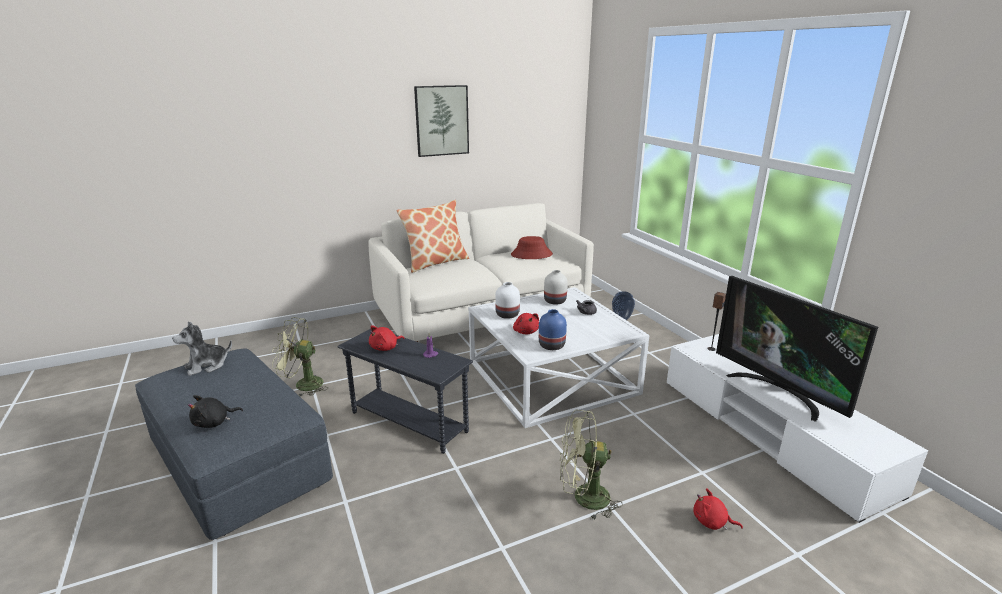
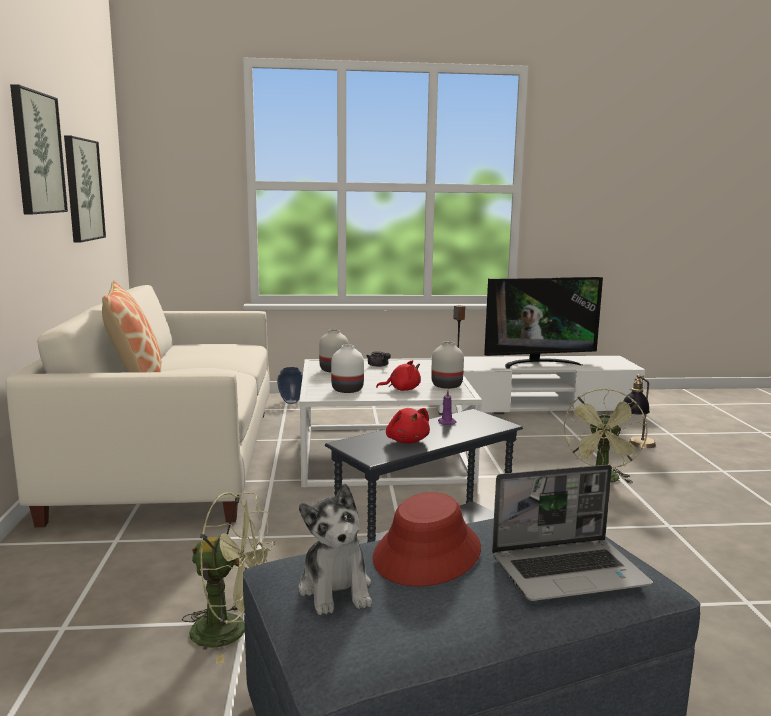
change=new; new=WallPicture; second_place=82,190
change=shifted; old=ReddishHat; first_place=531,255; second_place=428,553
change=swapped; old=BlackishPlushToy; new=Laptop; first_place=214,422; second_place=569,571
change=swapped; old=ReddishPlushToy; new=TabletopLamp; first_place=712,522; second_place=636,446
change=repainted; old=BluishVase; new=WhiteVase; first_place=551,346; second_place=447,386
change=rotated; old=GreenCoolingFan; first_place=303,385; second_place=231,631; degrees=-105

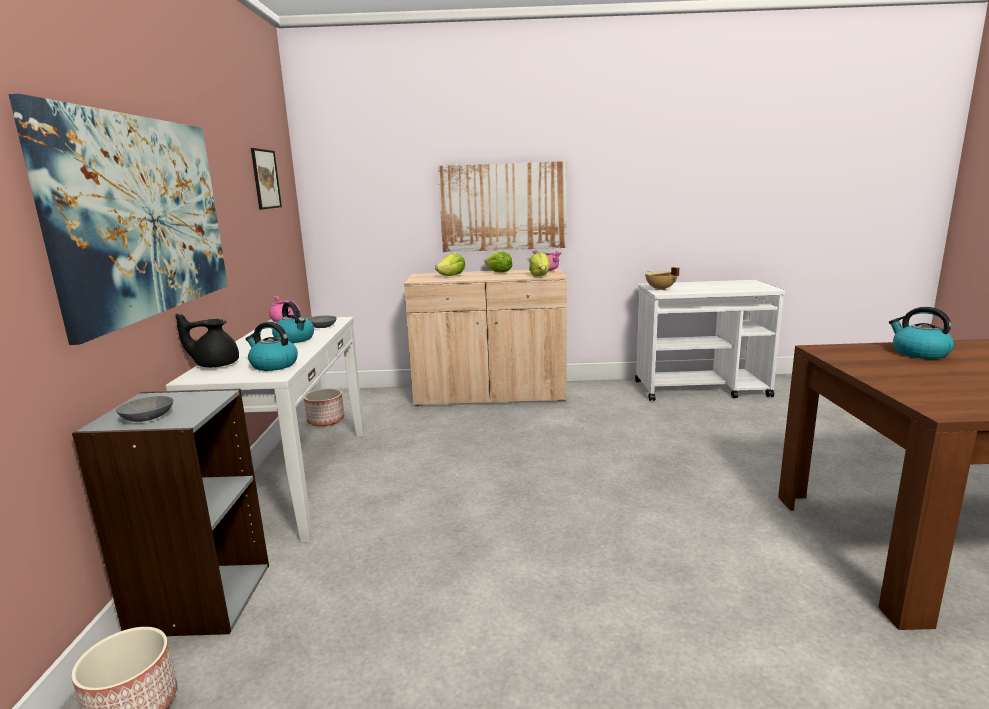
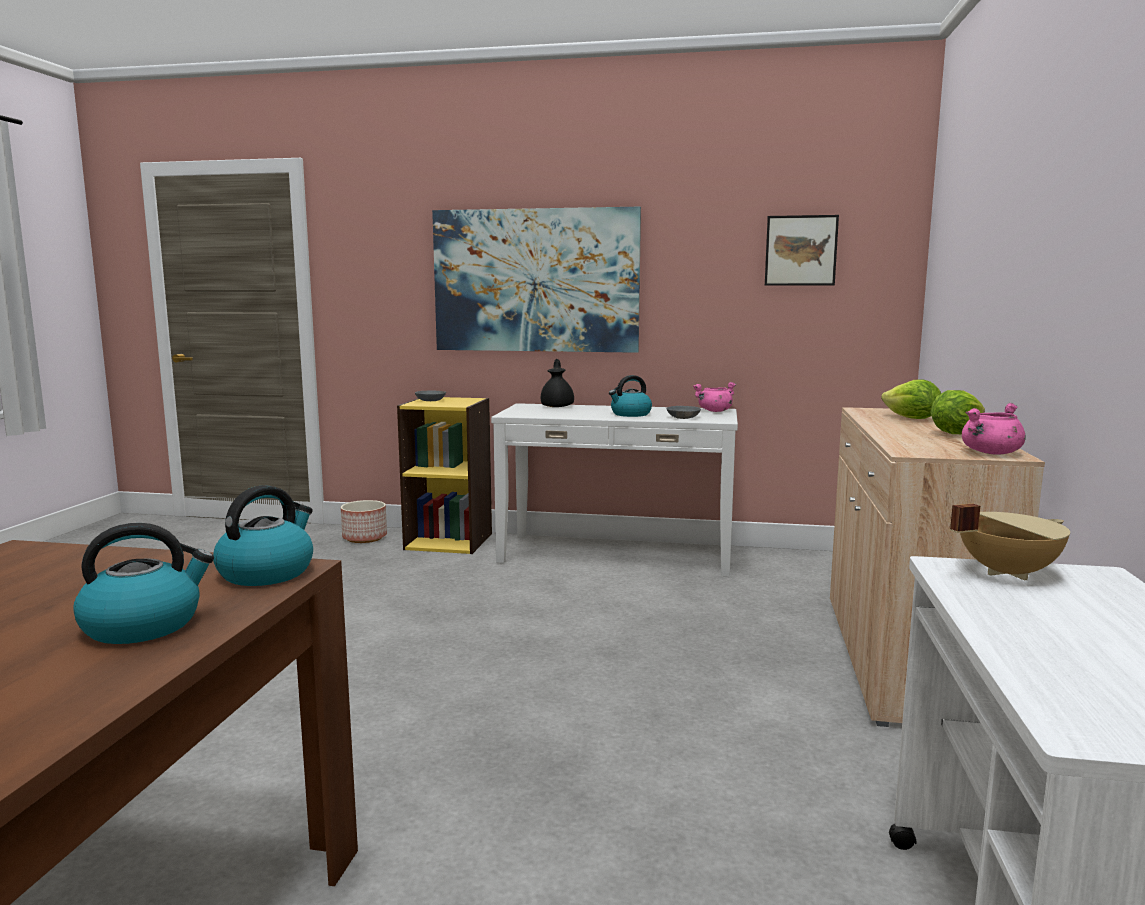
change=gone; old=FlowerPot; first_place=325,420
change=gone; old=WallPicture; first_place=503,207
change=gone; old=LettuceHead; first_place=540,276
change=shifted; old=WaterKettle; first_place=273,365; second_place=267,572
change=repainted; old=GrayBookshelf; new=YellowColouredBookshelf; first_place=200,598; second_place=449,541

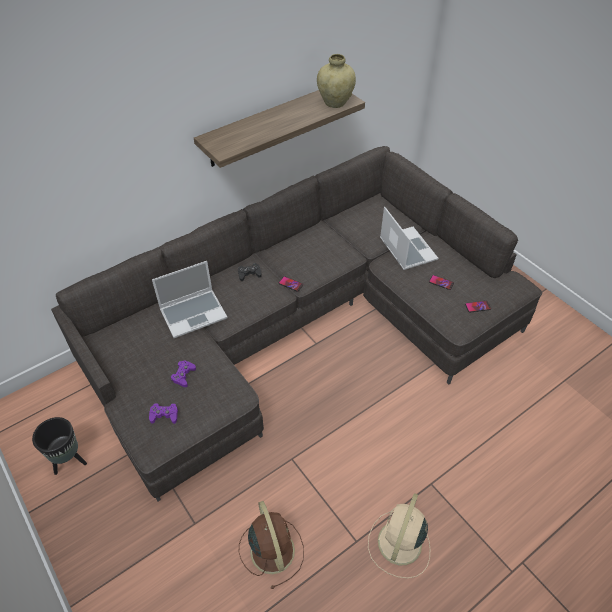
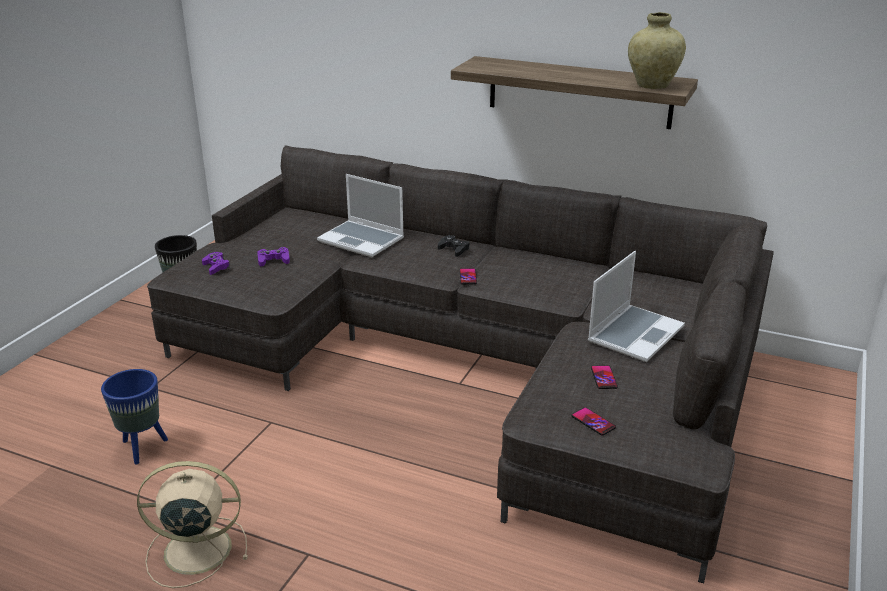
change=swapped; old=BrownColouredCoolingFan; new=BluishFlowerPot; first_place=271,549; second_place=142,448

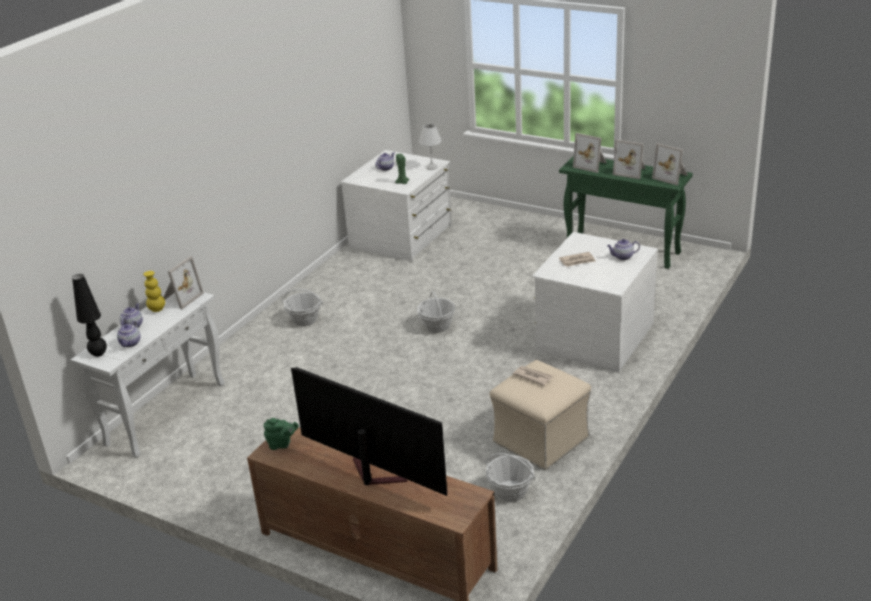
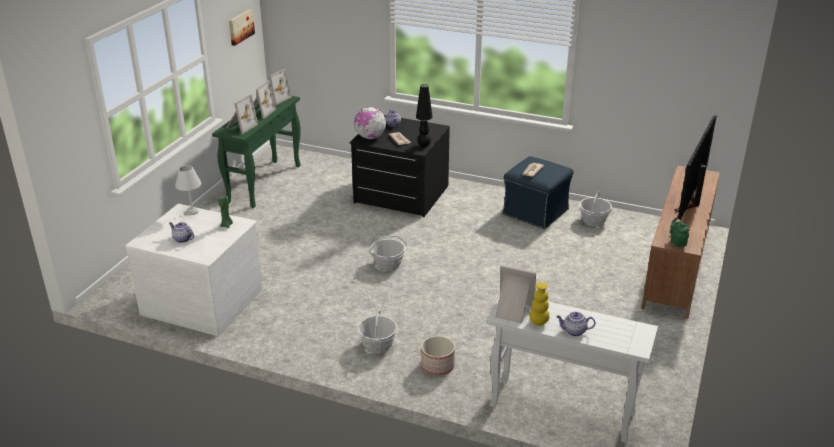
change=gone; old=Teapot; first_place=130,343
change=new; new=WallPicture; second_place=240,26
change=new; new=WorldGlobe; second_place=370,137
change=new; new=FlowerPot; second_place=437,366
change=shifted; old=BlackishTabletopLamp; first_place=99,354; second_place=423,145
change=repainted; old=BeigeColouredOttoman; new=BluishOttoman; first_place=540,440; second_place=536,212
change=repainted; old=WhiteDresser; new=BlackishDresser; first_place=593,336; second_place=401,195

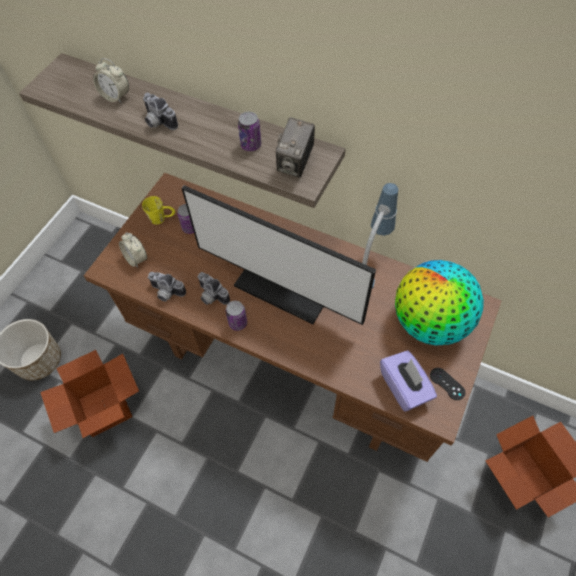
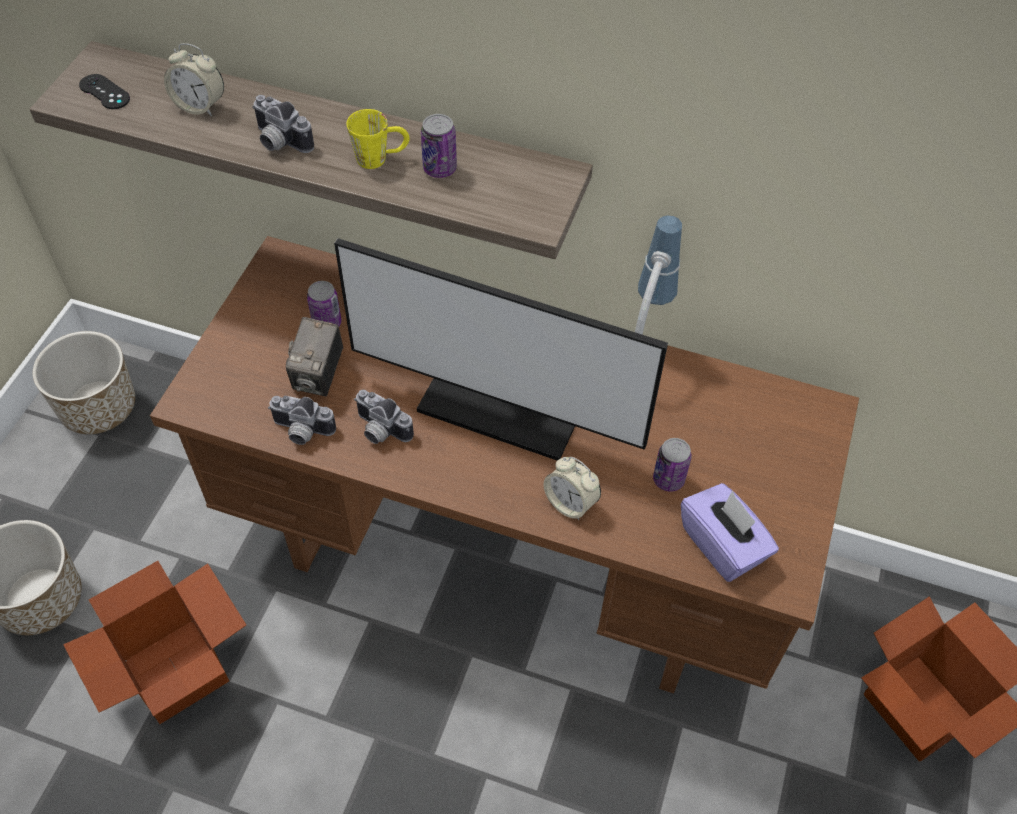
change=gone; old=WorldGlobe; first_place=429,322
change=new; new=FlowerPot; second_place=99,407
change=shifted; old=AlarmClock; first_place=136,259; second_place=570,503
change=shifted; old=YellowColouredTeaMug; first_place=162,218; second_place=381,158
change=shifted; old=SealedCan; first_place=238,323; second_place=668,479
change=shifted; old=StillCamera; first_place=295,163; second_place=319,376
change=shifted; old=BlackishJoypad; first_place=447,384; second_place=104,92

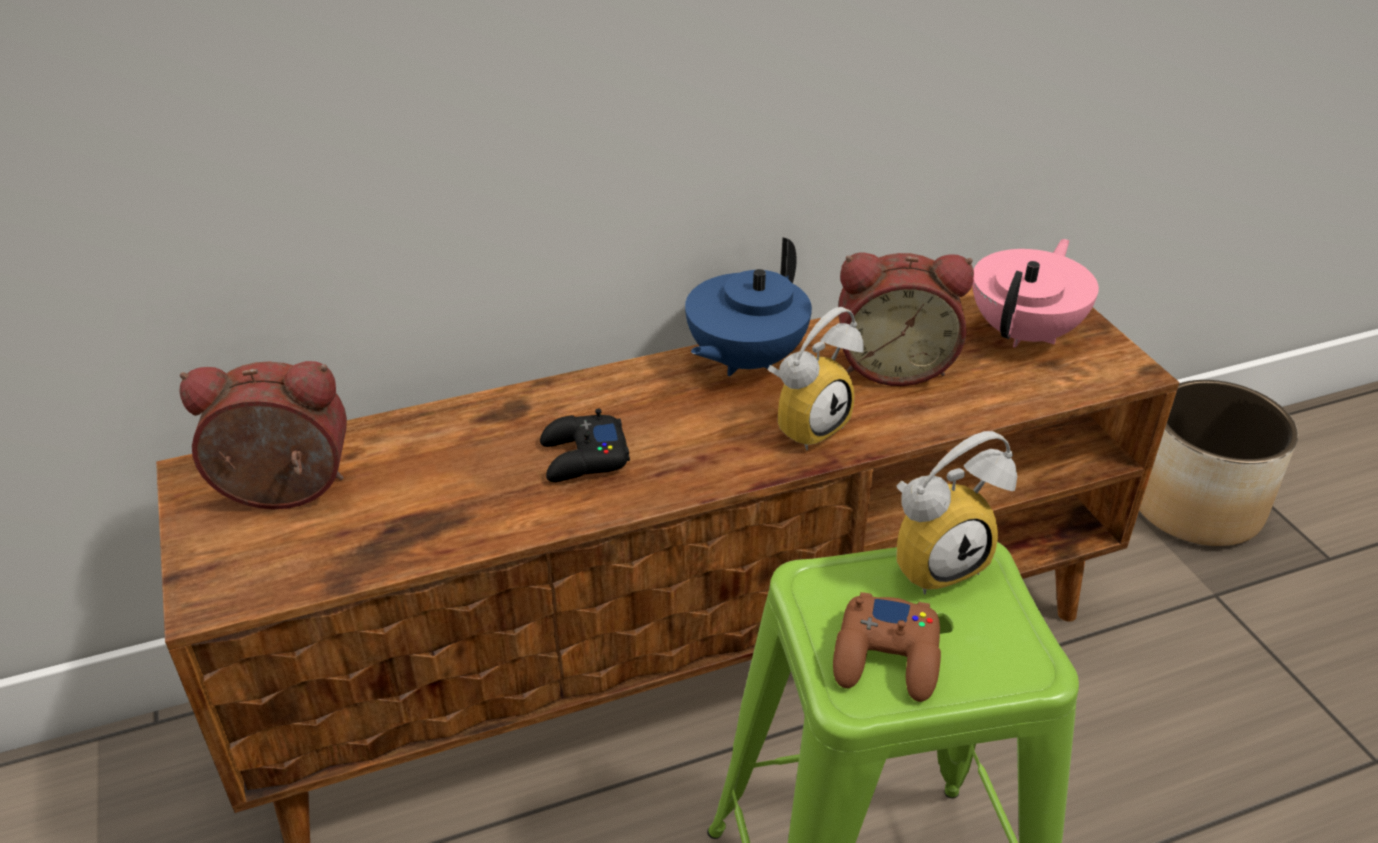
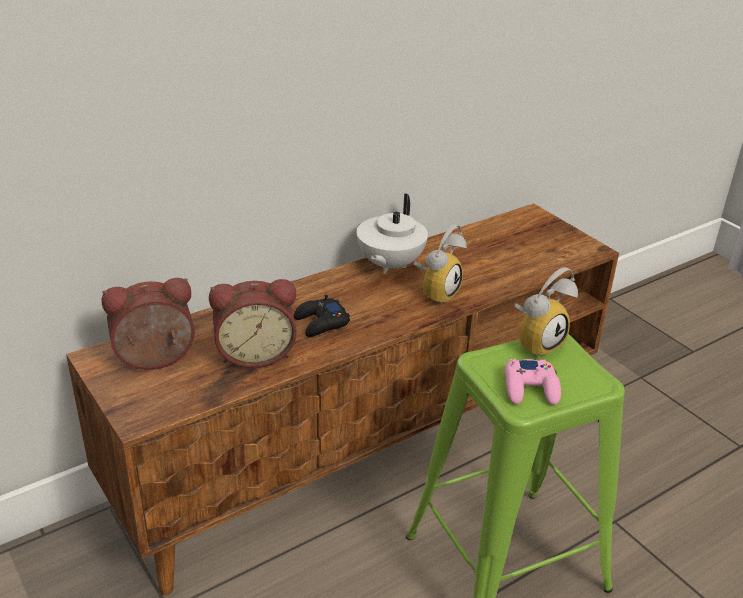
change=gone; old=PinkishTeapot; first_place=1026,333
change=gone; old=FlowerPot; first_place=1194,507
change=shifted; old=AlarmClock; first_place=893,365; second_place=255,353
change=repainted; old=BluishTeapot; new=WhiteTeapot; first_place=744,360; second_place=389,265
change=repainted; old=BrownColouredJoypad; new=PinkishJoypad; first_place=887,657; second_place=531,388

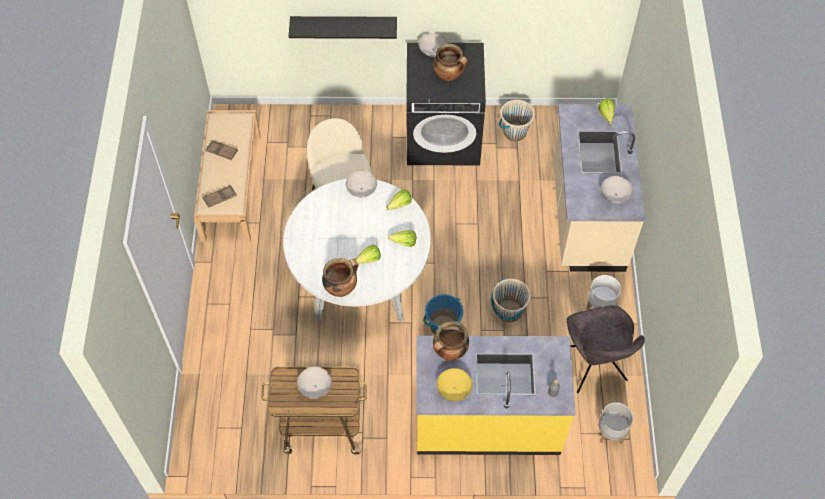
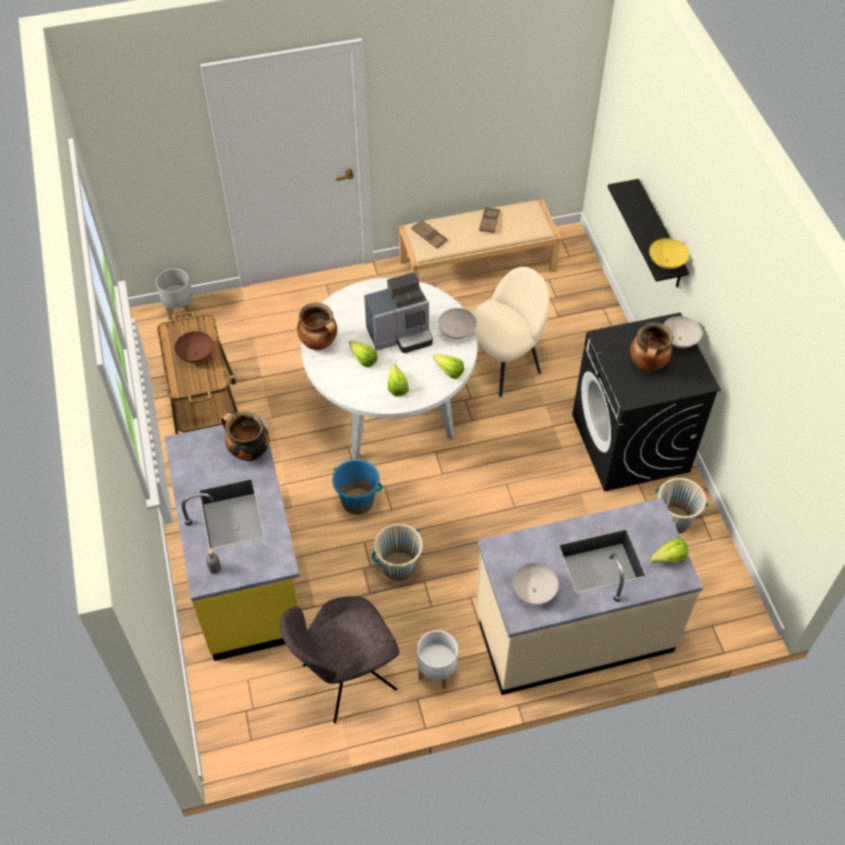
change=new; new=CoffeeMaker; second_place=401,335
change=shifted; old=YellowColouredDeepDish; first_place=453,390; second_place=666,262
change=shifted; old=GrayFlowerPot; first_place=611,433; second_place=179,310
change=repainted; old=WhiteDeepDish; new=BrownColouredDeepDish; first_place=314,387; second_place=196,354

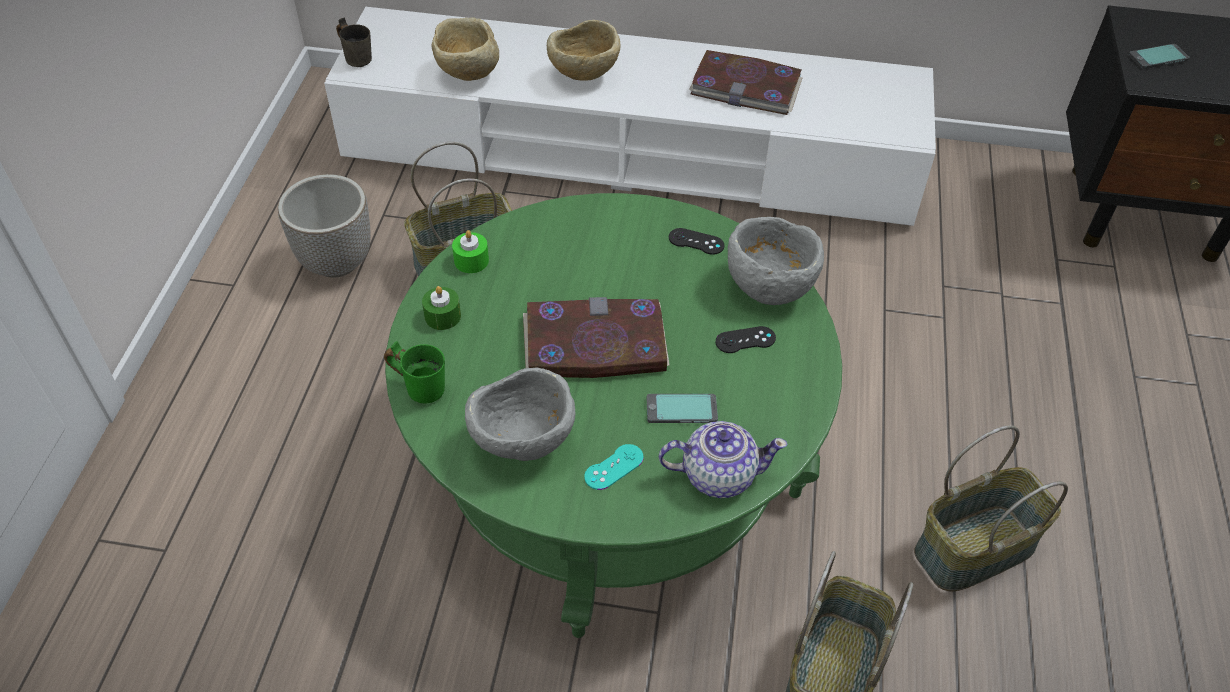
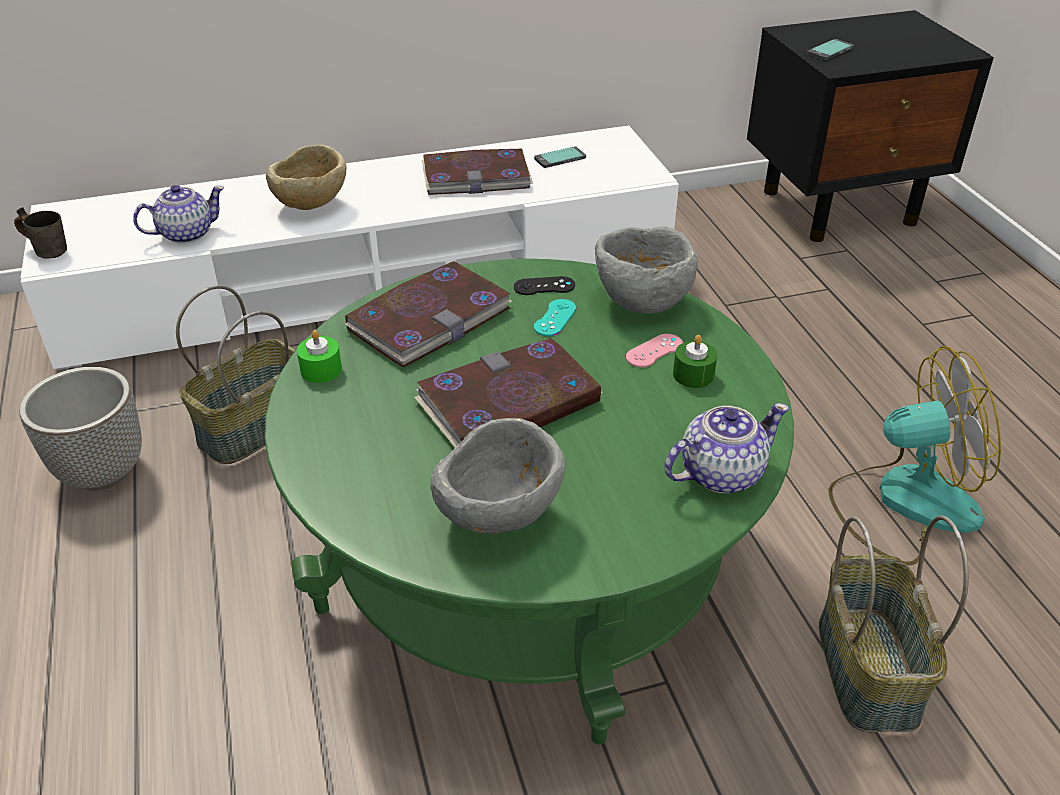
change=gone; old=GreenTeaMug; first_place=421,384
change=new; new=Volume; second_place=429,318
change=shifted; old=GreenWaxLight; first_place=442,316; second_place=693,375
change=shifted; old=TurquoiseColouredJoypad; first_place=614,467; second_place=555,318
change=shifted; old=Telephone; first_place=681,410; second_place=560,158
change=swapped; old=BeigeColouredDeepDish; new=Teapot; first_place=467,74; second_place=186,234
change=swapped; old=StorageBasket; new=CoolingFan; first_place=974,547; second_place=903,502
change=repainted; old=BlackishJoypad; new=PinkishJoypad; first_place=745,340; second_place=654,351

